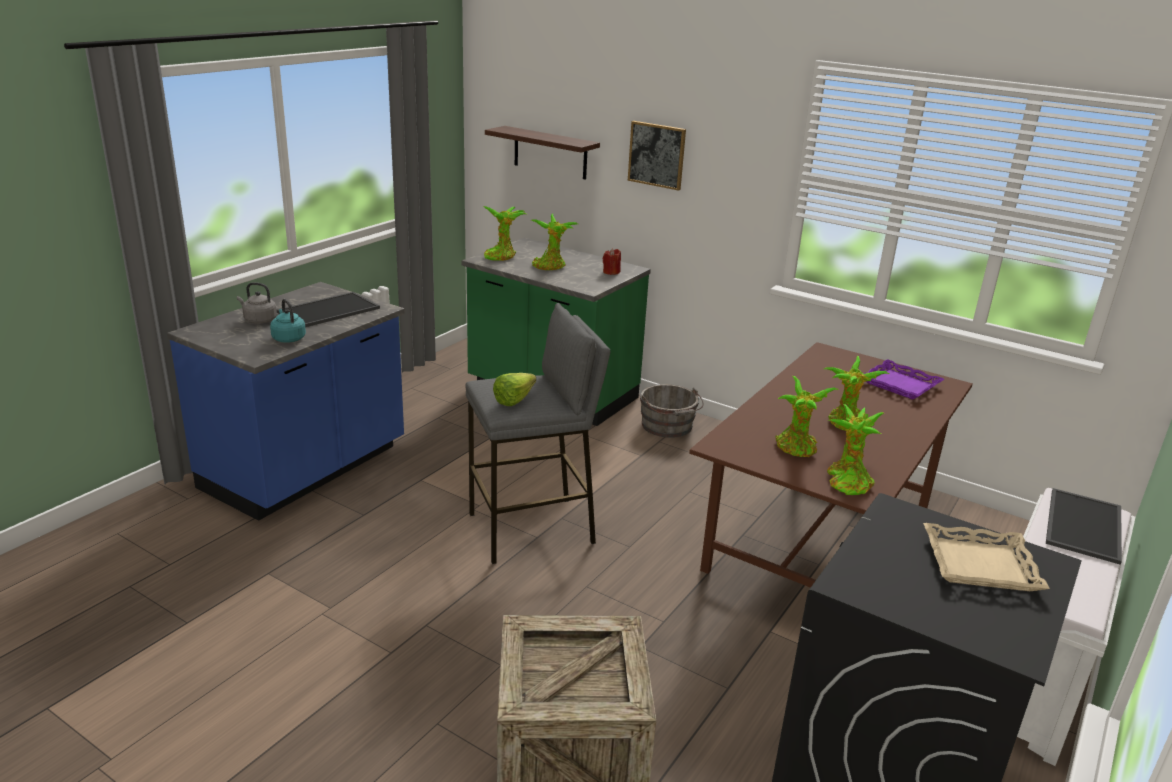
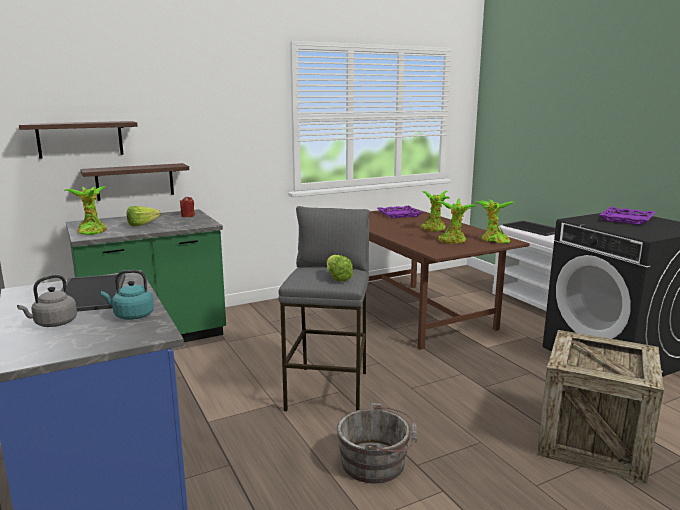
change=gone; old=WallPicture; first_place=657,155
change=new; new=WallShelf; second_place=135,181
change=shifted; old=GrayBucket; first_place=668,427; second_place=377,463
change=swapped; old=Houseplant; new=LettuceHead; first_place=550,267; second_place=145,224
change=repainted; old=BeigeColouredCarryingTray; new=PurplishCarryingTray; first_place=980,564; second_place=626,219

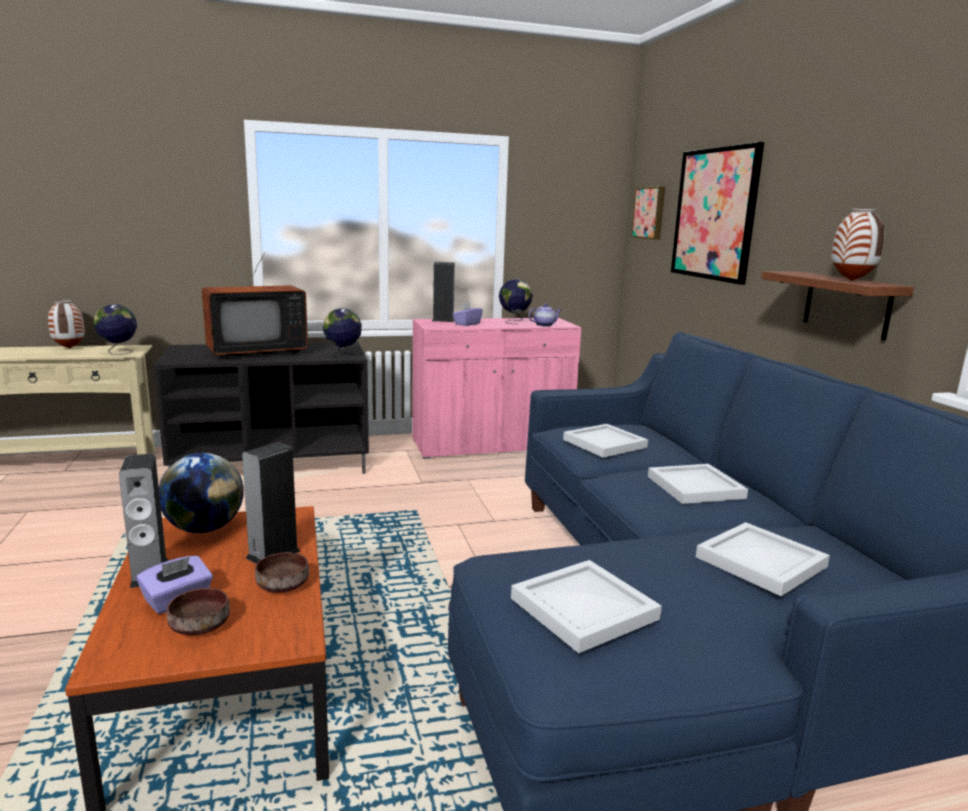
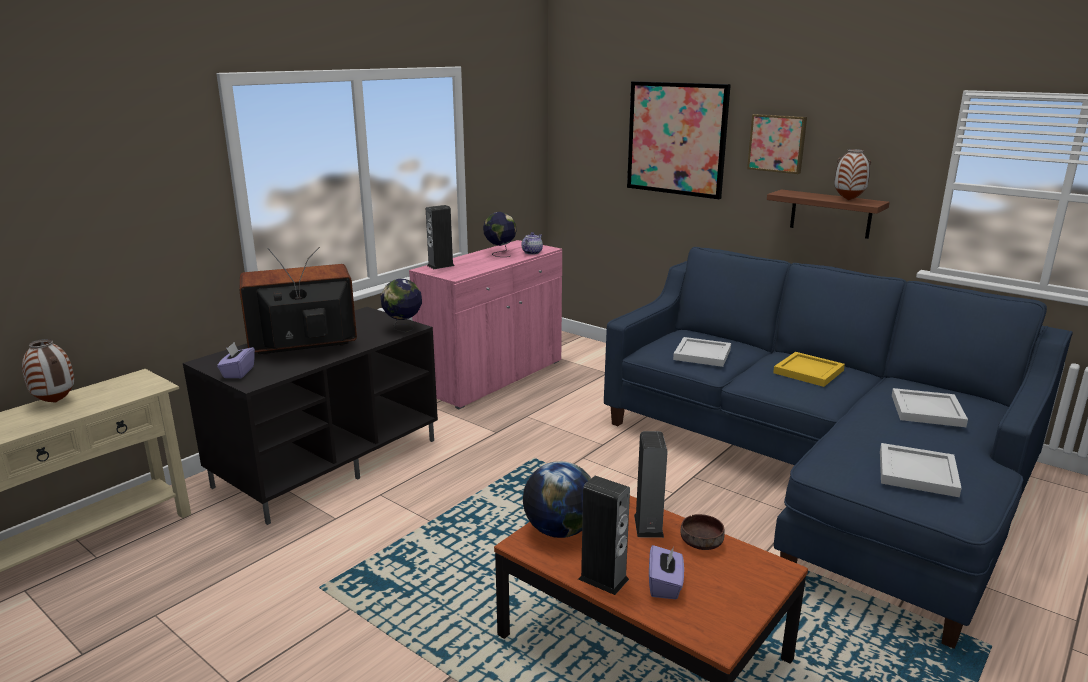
change=gone; old=WorldGlobe; first_place=118,353
change=gone; old=BrownColouredDeepDish; first_place=200,627
change=shifted; old=PurplishTissueBox; first_place=467,324; second_place=238,372
change=shifted; old=WallPicture; first_place=650,213; second_place=777,143
change=repainted; old=WhiteCarryingTray; new=YellowColouredCarryingTray; first_place=695,487; second_place=809,372
change=rotated; old=Television; first_place=255,352; second_place=304,347; degrees=-135

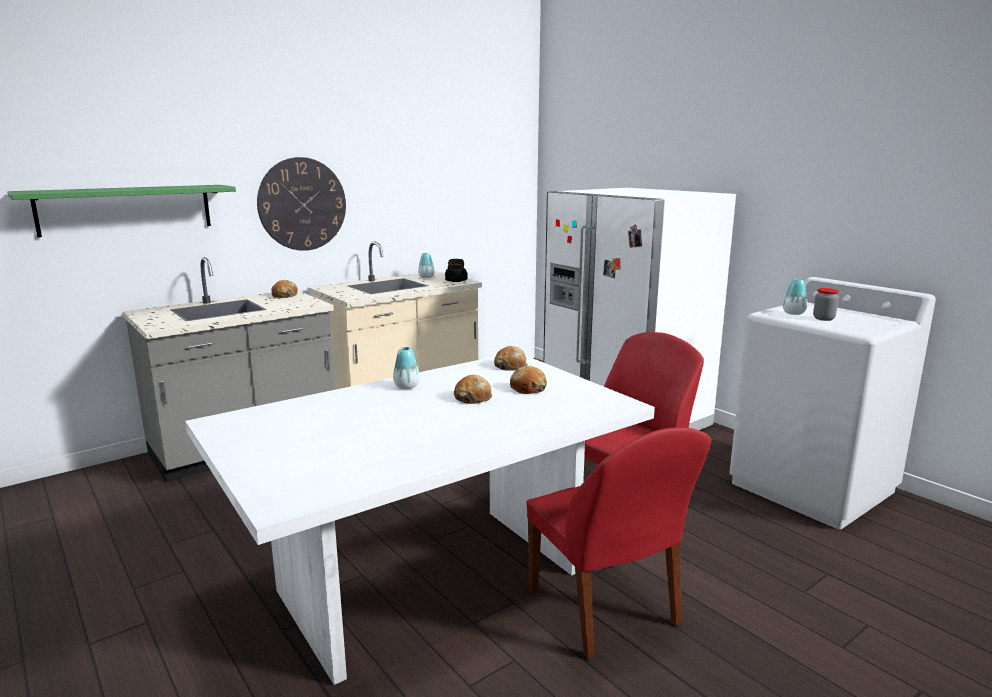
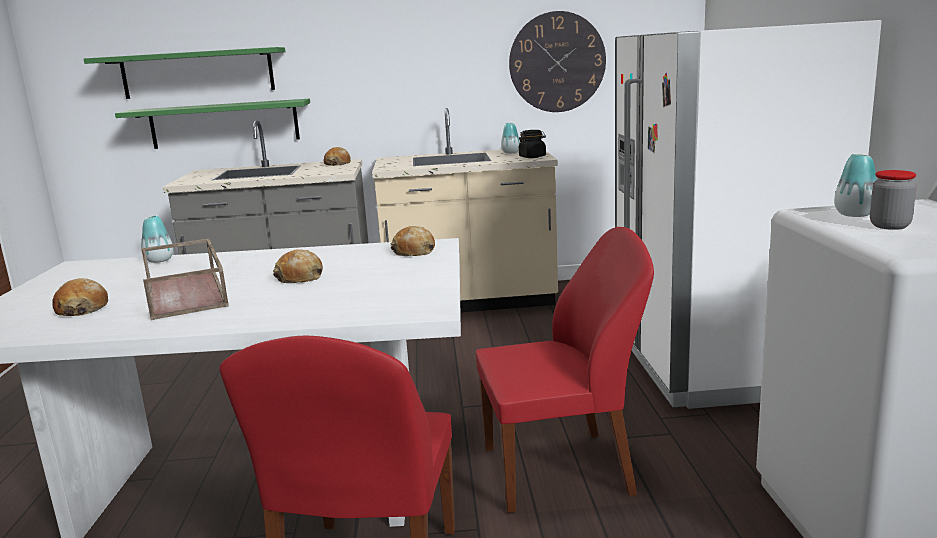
change=new; new=GreenWallShelf; second_place=224,124
change=new; new=BrownColouredCarryingTray; second_place=187,293
change=shifted; old=ClockOnTheWall; first_place=302,204; second_place=557,62
change=shifted; old=Vase; first_place=406,386; second_place=159,260
change=shifted; old=BakedBread; first_place=528,388; second_place=82,308

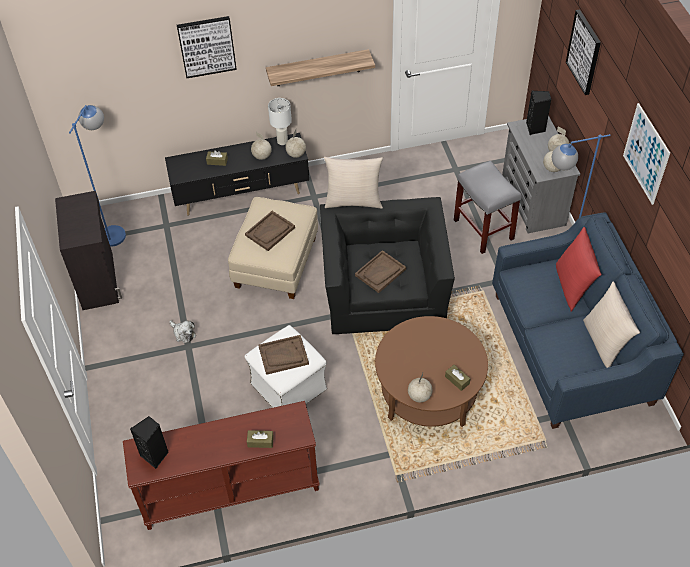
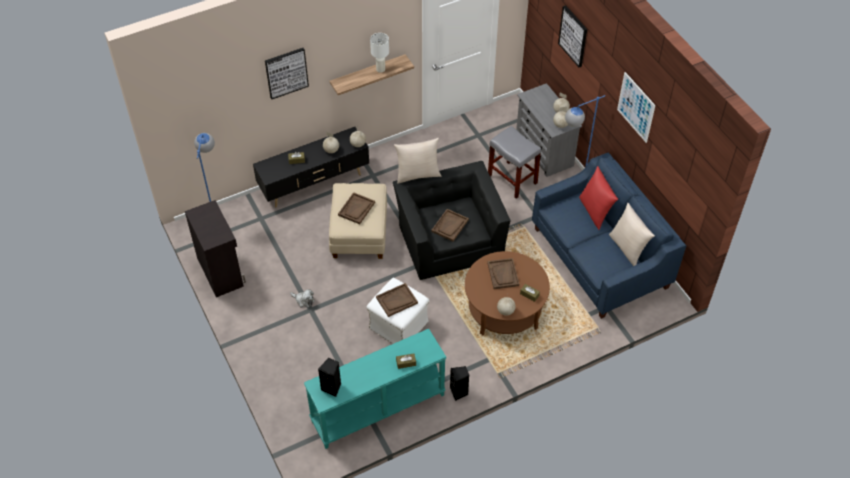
change=new; new=BrownColouredCarryingTray; second_place=503,274
change=shifted; old=WhiteTabletopLamp; first_place=282,141; second_place=381,69
change=shifted; old=BlackishLoudspeaker; first_place=535,128; second_place=459,392
change=repainted; old=BrownColouredHallTable; new=TurquoiseColouredHallTable; first_place=230,490; second_place=378,408

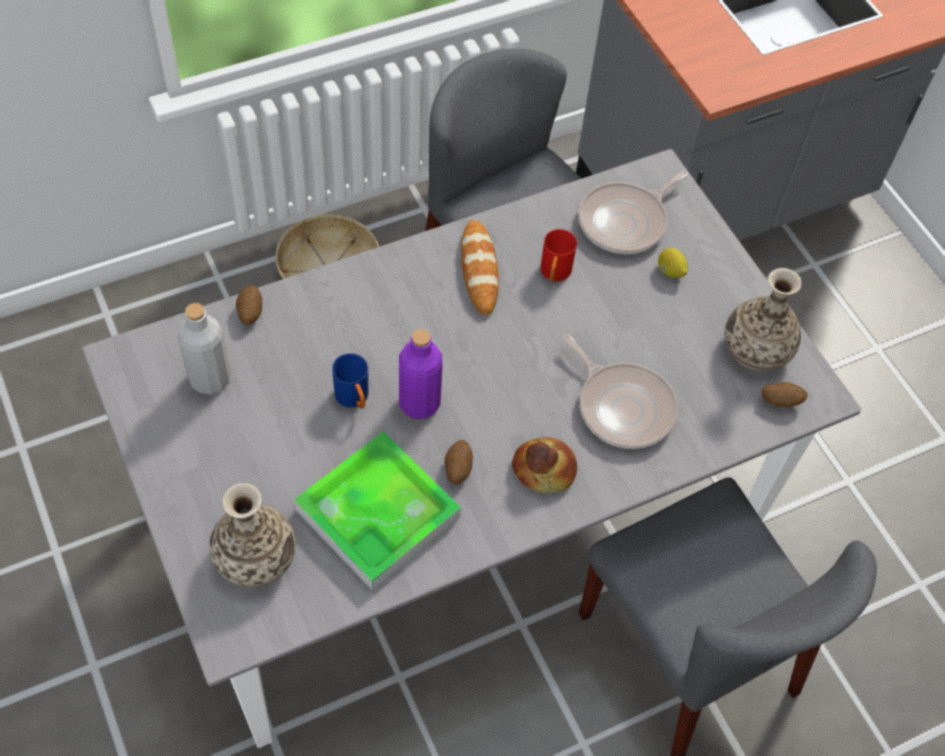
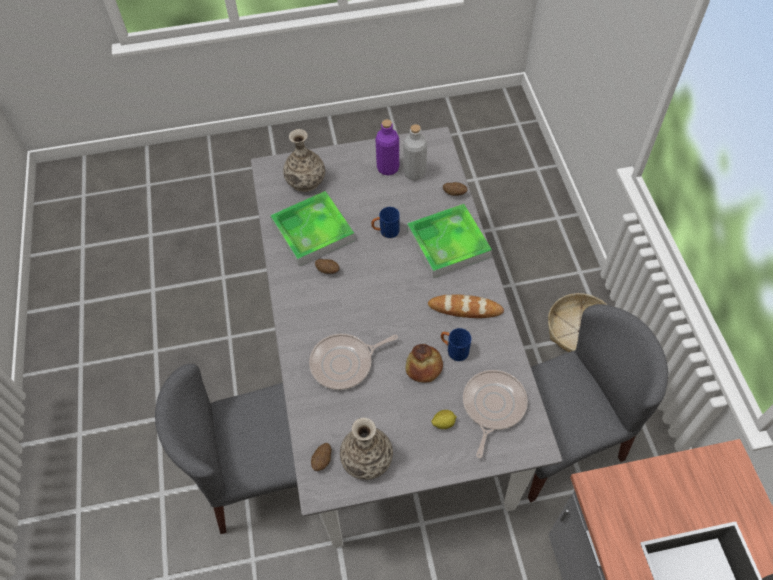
change=new; new=CarryingTray; second_place=448,243
change=shifted; old=PurplishBeverageBottle; first_place=419,403; second_place=388,168
change=shifted; old=BakedBread; first_place=544,469; second_place=424,367
change=repainted; old=ReddishTeaMug; new=BluishTeaMug; first_place=554,274; second_place=454,350
change=rotated; old=Pan; first_place=626,222; second_place=492,406; degrees=45

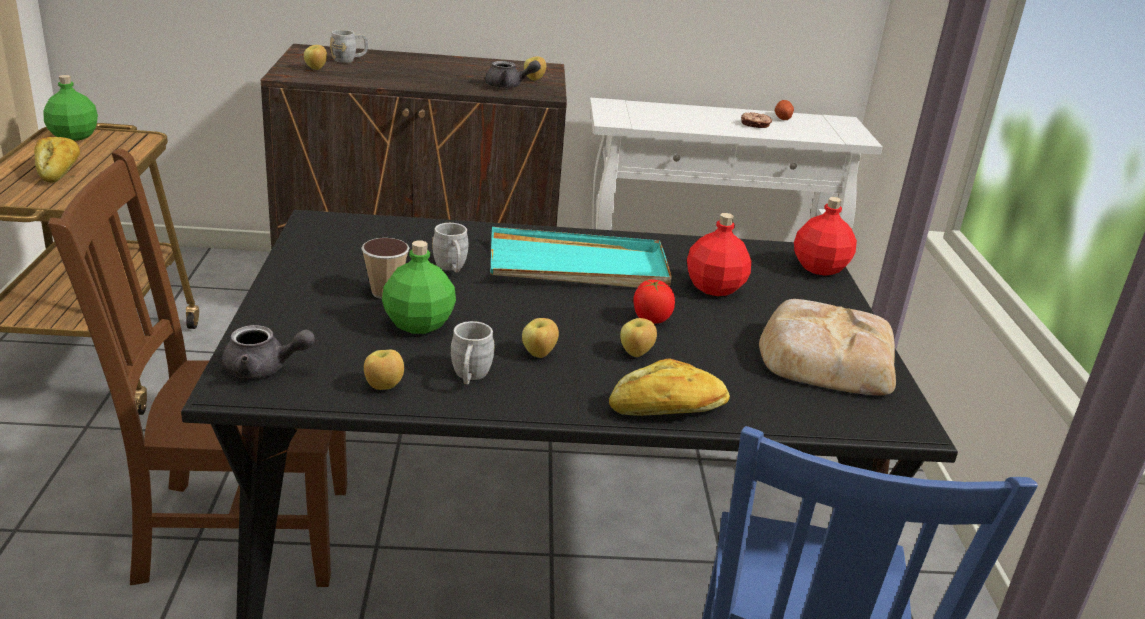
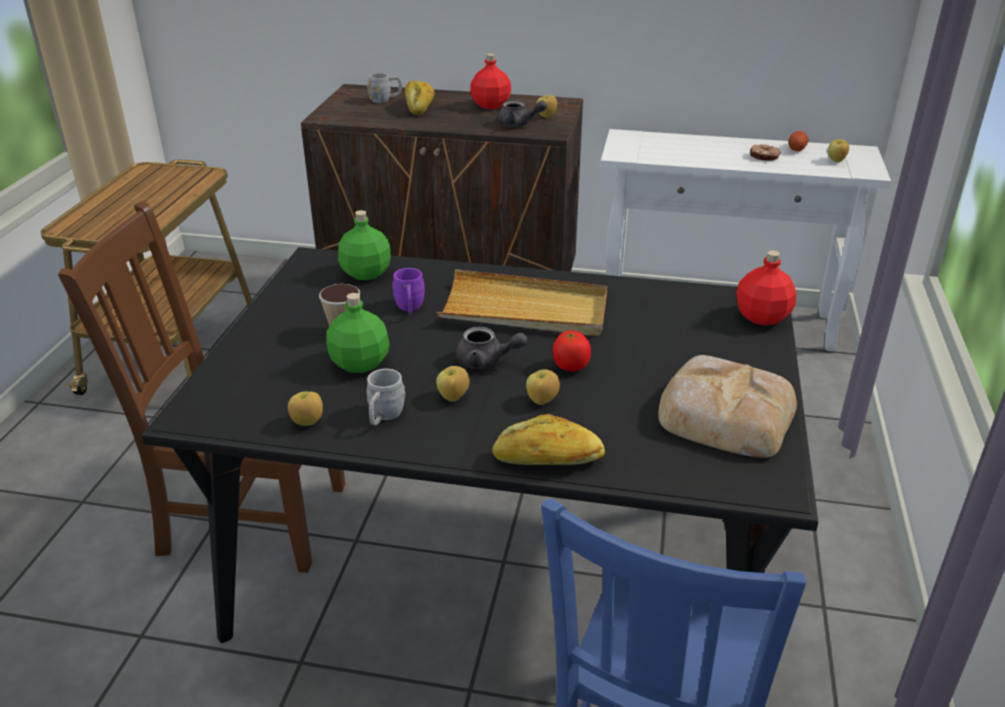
change=shifted; old=BakedBread; first_place=59,170; second_place=420,107
change=shifted; old=GreenBeverageBottle; first_place=73,136; second_place=365,273
change=shifted; old=GrayTeapot; first_place=264,369; second_place=487,361
change=shifted; old=Apple; first_place=316,68; second_place=836,160
change=shifted; old=ReddishBeverageBottle; first_place=715,288; second_place=491,105
change=repainted; old=GrayTeaMug; new=PurplishTeaMug; first_place=451,268; second_place=410,308
change=repainted; old=TurquoiseColouredCarryingTray; new=BeigeColouredCarryingTray; first_place=578,267; second_place=525,310

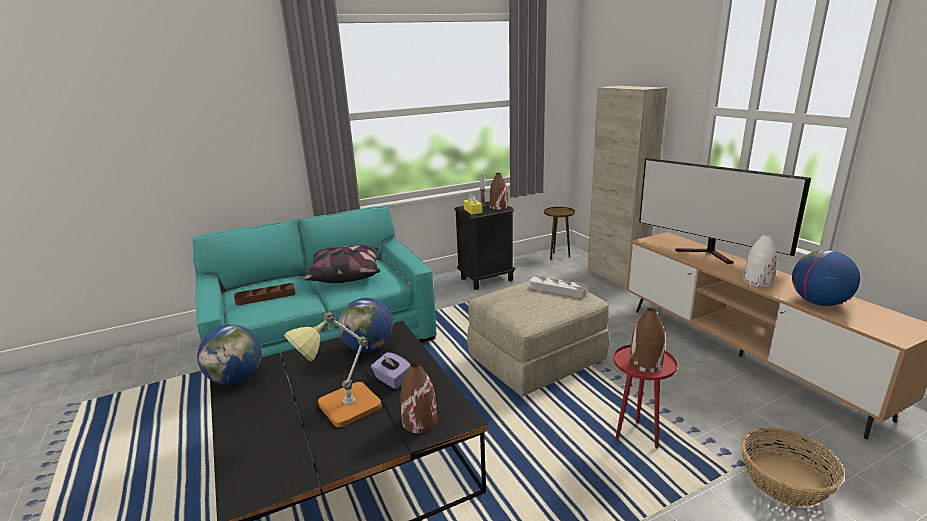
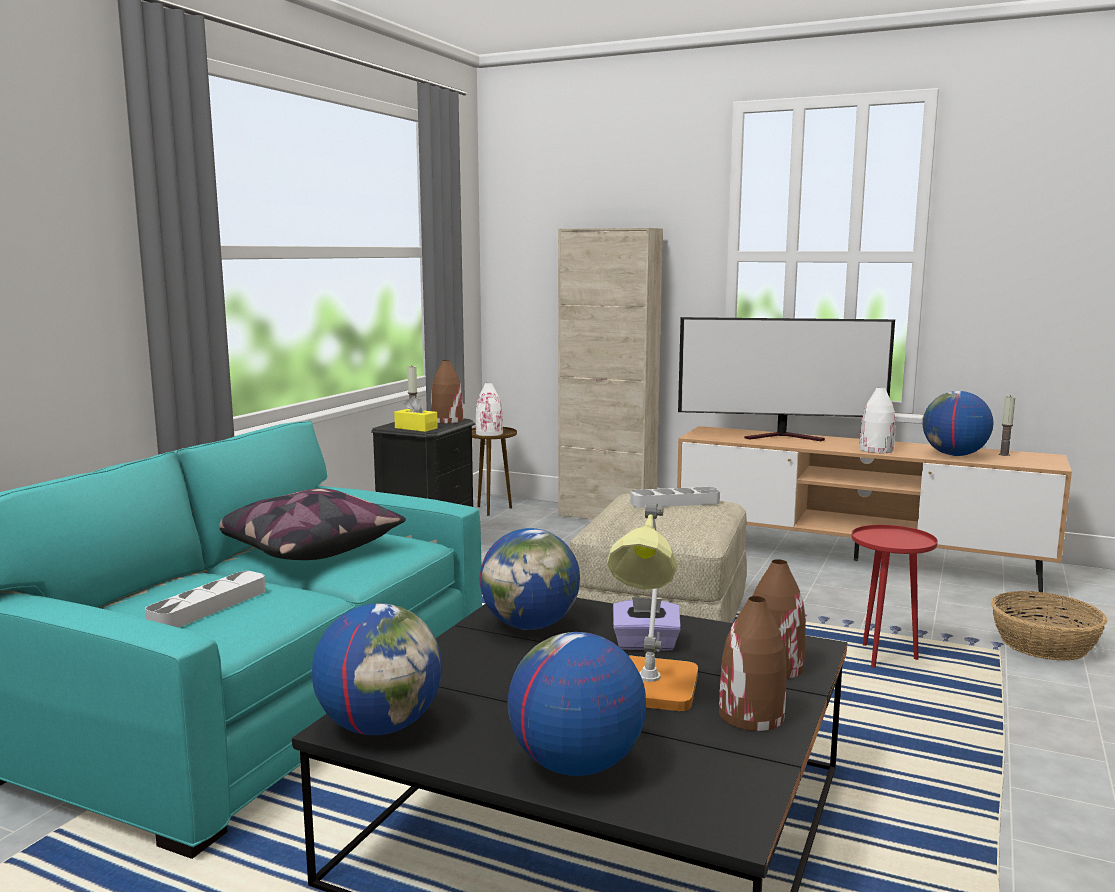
change=new; new=WhiteVase; second_place=489,433
change=new; new=WorldGlobe; second_place=575,765
change=new; new=WaxLight; second_place=1004,454
change=shifted; old=BrownColouredVase; first_place=645,364; second_place=751,716
change=repainted; old=BrownColouredCarryingTray; new=GrayCarryingTray; first_place=266,297; second_place=209,607

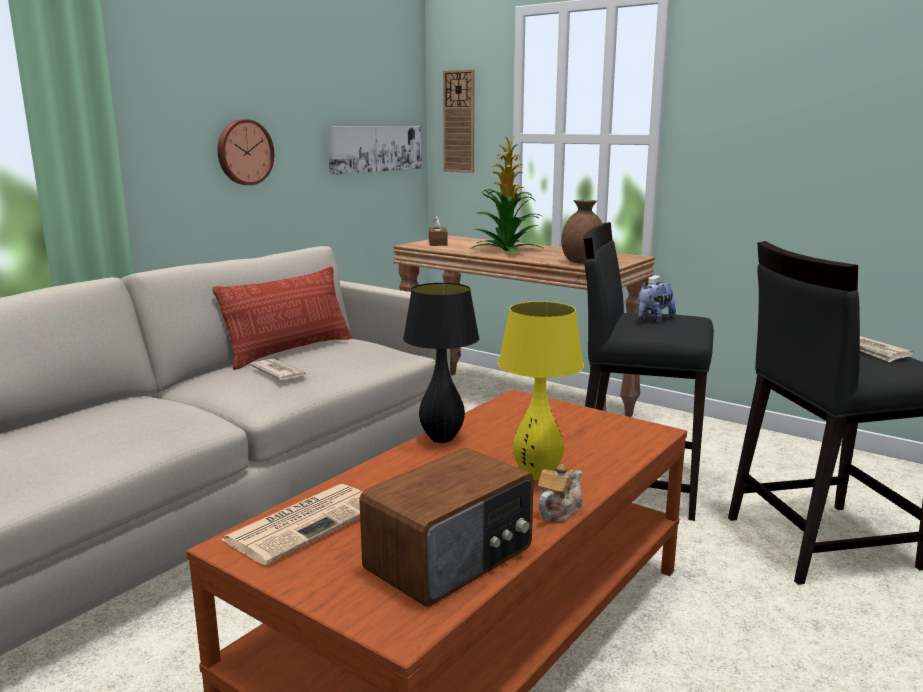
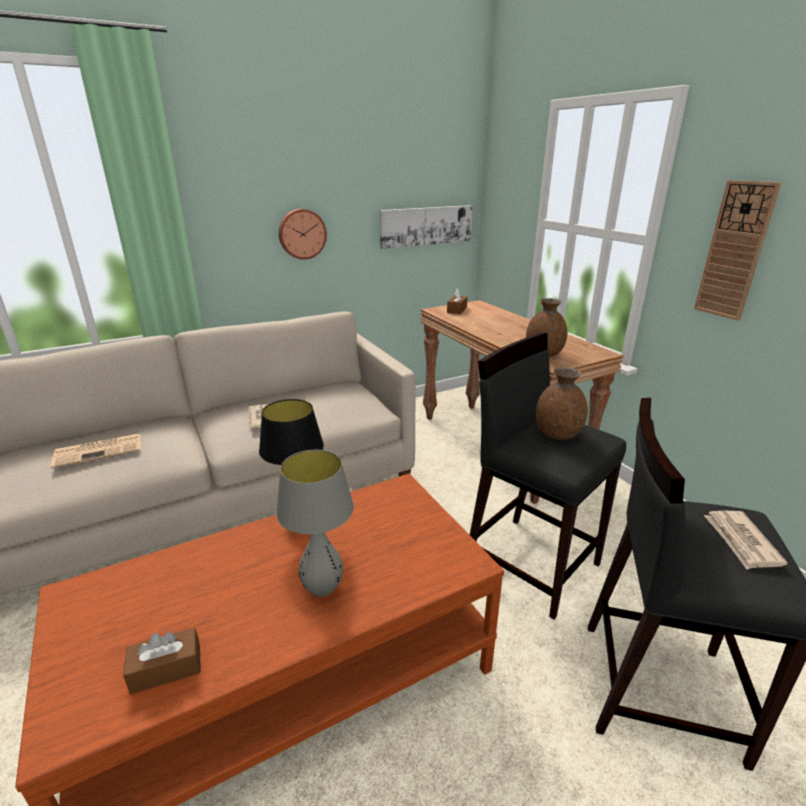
change=gone; old=Pillow; first_place=290,351
change=gone; old=Houseplant; first_place=506,250
change=gone; old=Teapot; first_place=558,511
change=shifted; old=PrintedPaper; first_place=305,522; second_place=100,450
change=shifted; old=ClockOnTheWall; first_place=459,122; second_place=735,251
change=swapped; old=RadioReceiver; new=BrownColouredTissueBox; first_place=452,559; second_place=166,669
change=swapped; old=PlushToy; new=BrownColouredVase; first_place=653,319; second_place=557,434
change=repainted; old=YellowColouredTabletopLamp; new=GrayTabletopLamp; first_place=537,475; second_place=322,589

